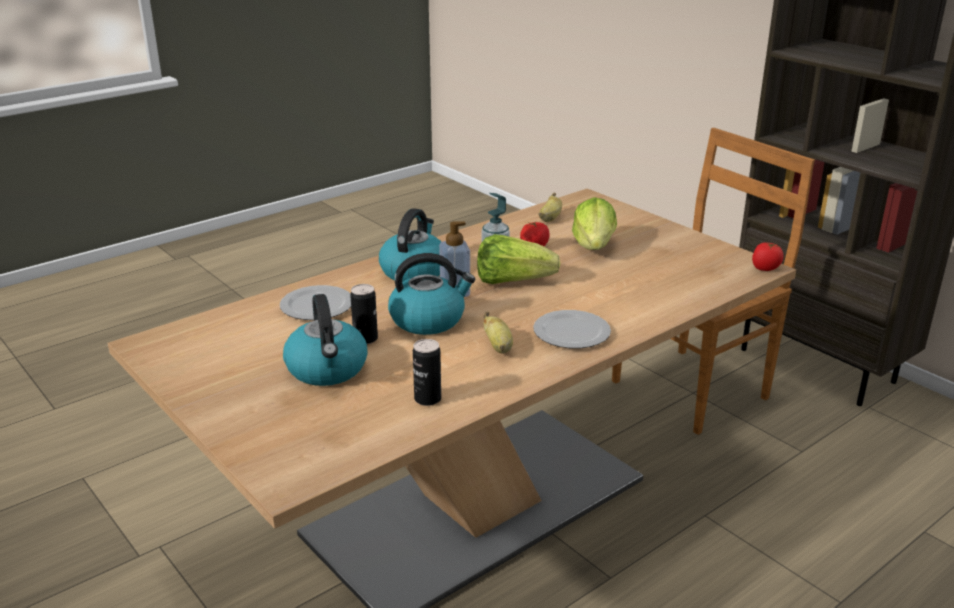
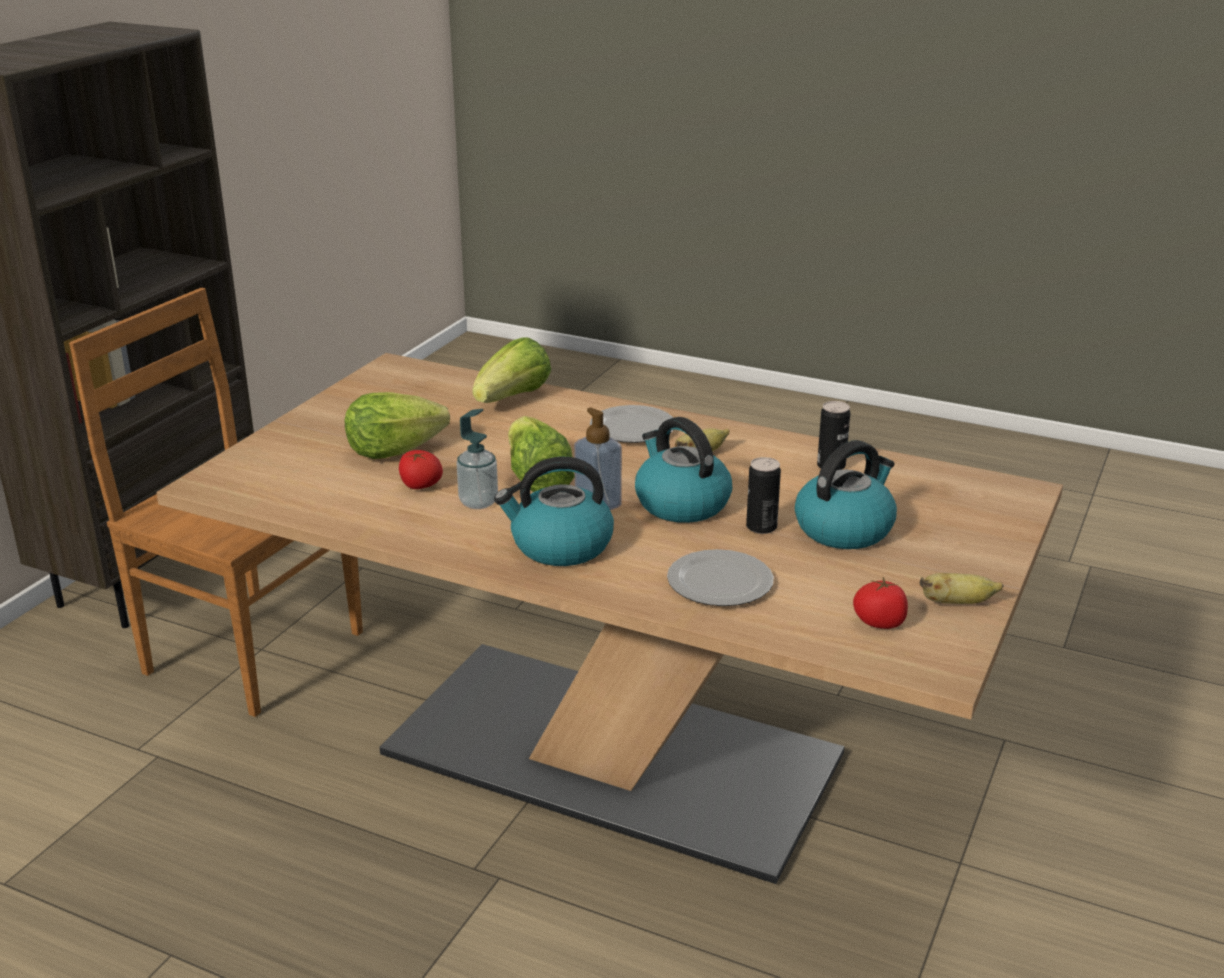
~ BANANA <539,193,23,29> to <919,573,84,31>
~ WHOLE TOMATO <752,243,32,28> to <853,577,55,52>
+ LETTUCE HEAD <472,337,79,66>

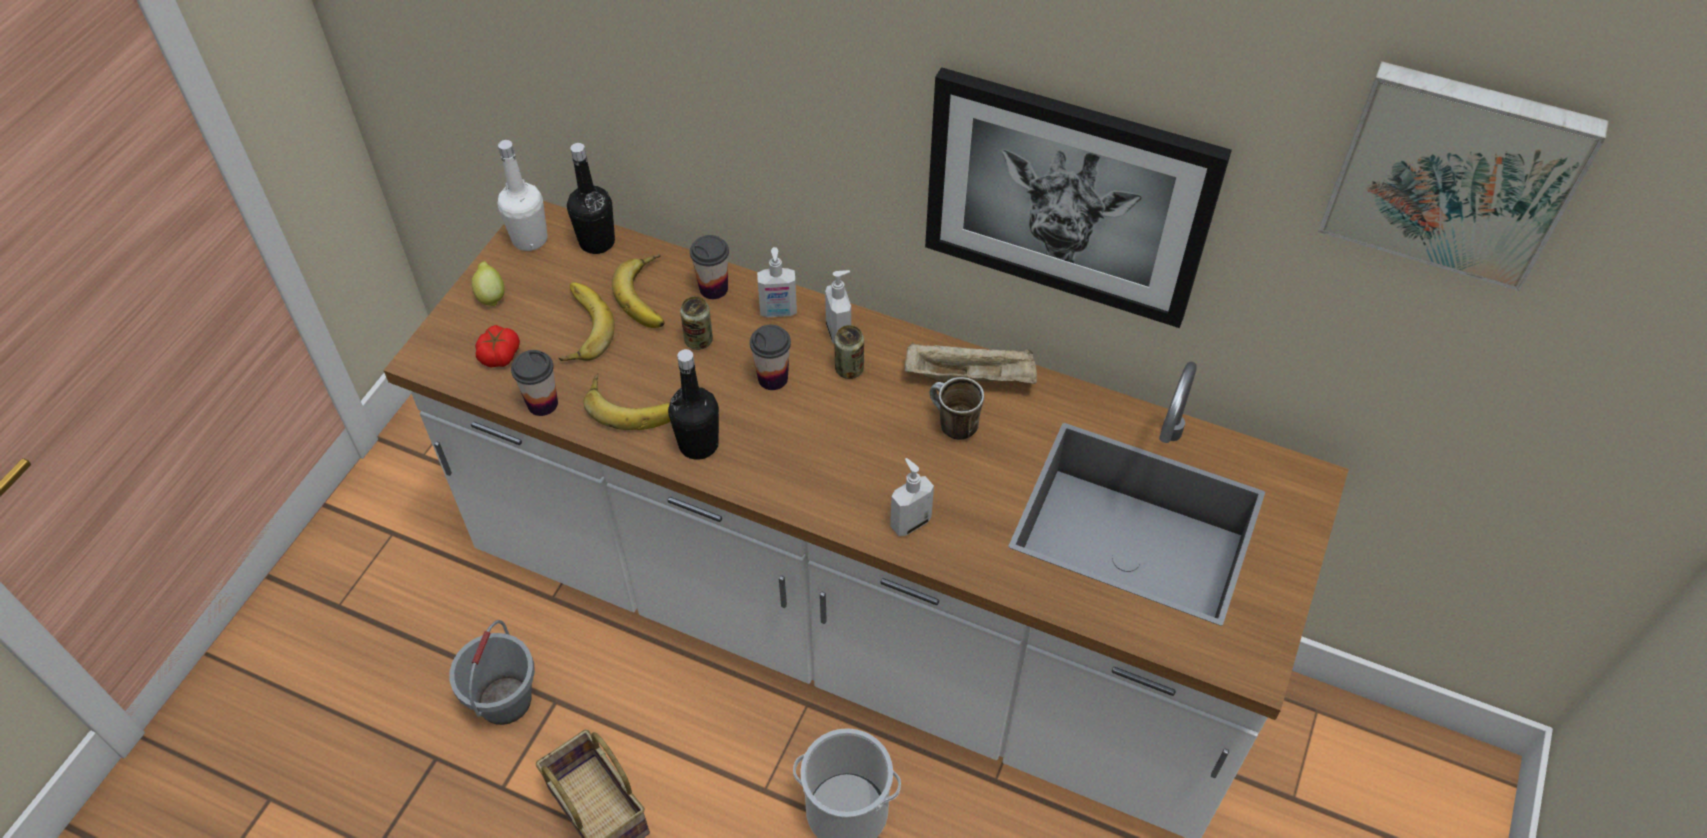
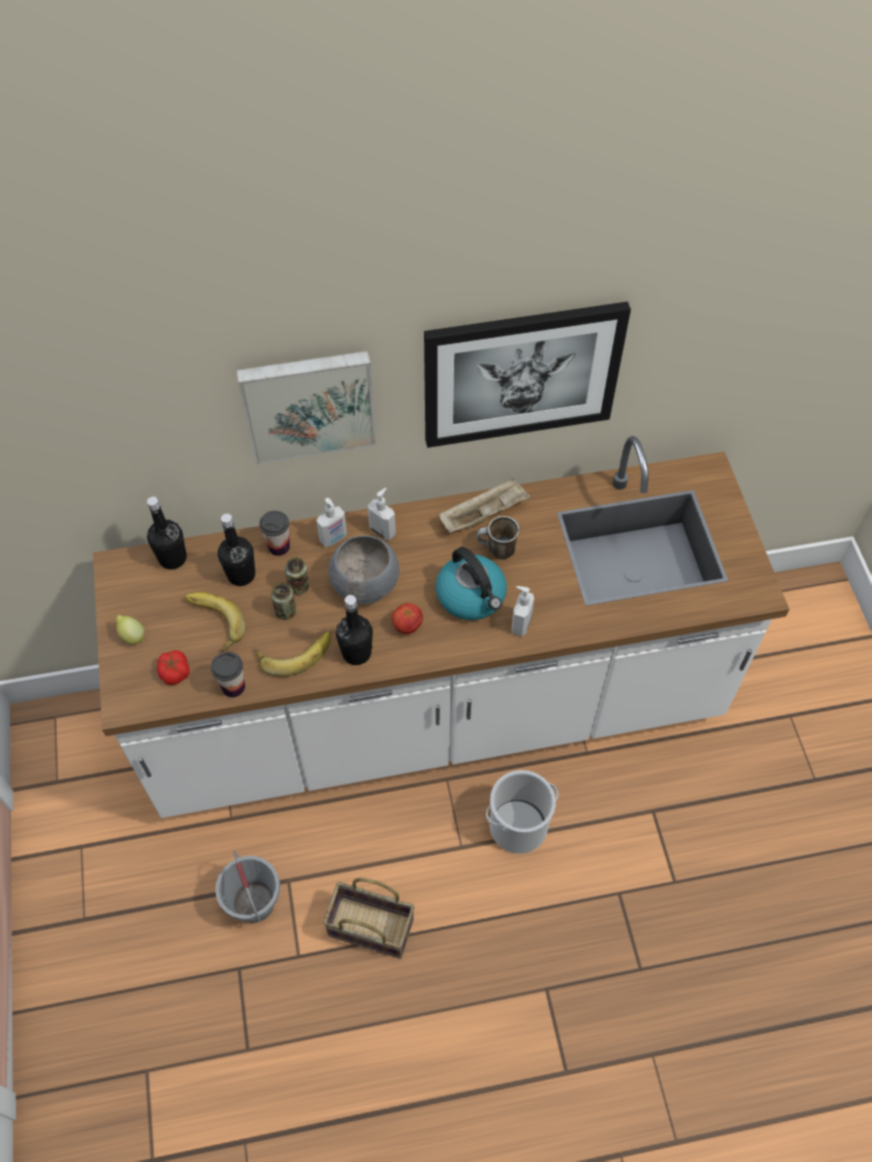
- WHITE-COLOURED BOTTLE <498,140,50,111>
~ BANANA <612,254,53,74> to BLACKISH BOTTLE <218,514,37,72>
~ SMALL CUP <750,325,41,65> to GRAY BOWL <329,536,70,68>
~ SEALED CAN <834,325,30,54> to <271,583,25,37>
~ PICTURE <1318,61,291,230> to <236,351,140,113>
+ WHOLE TOMATO <391,603,32,31>
+ TEA KETTLE <436,547,71,73>

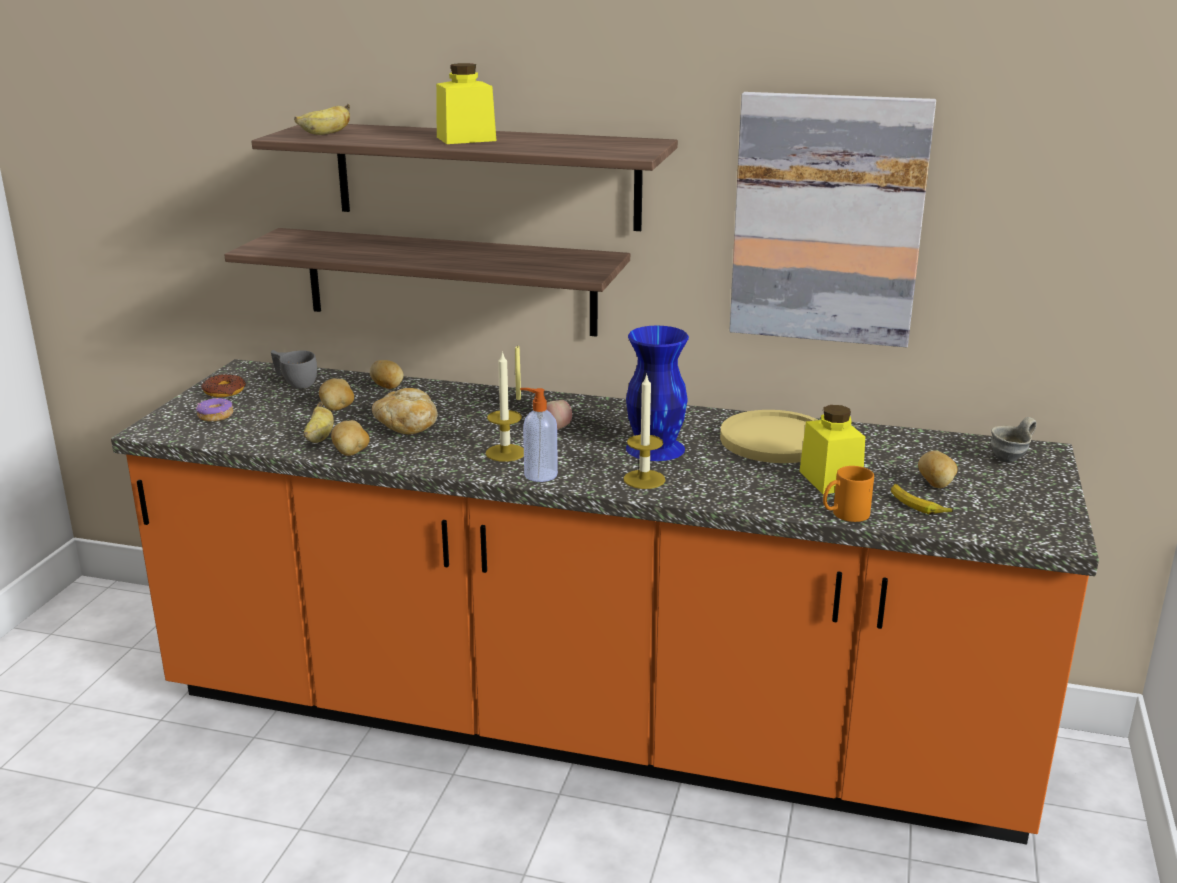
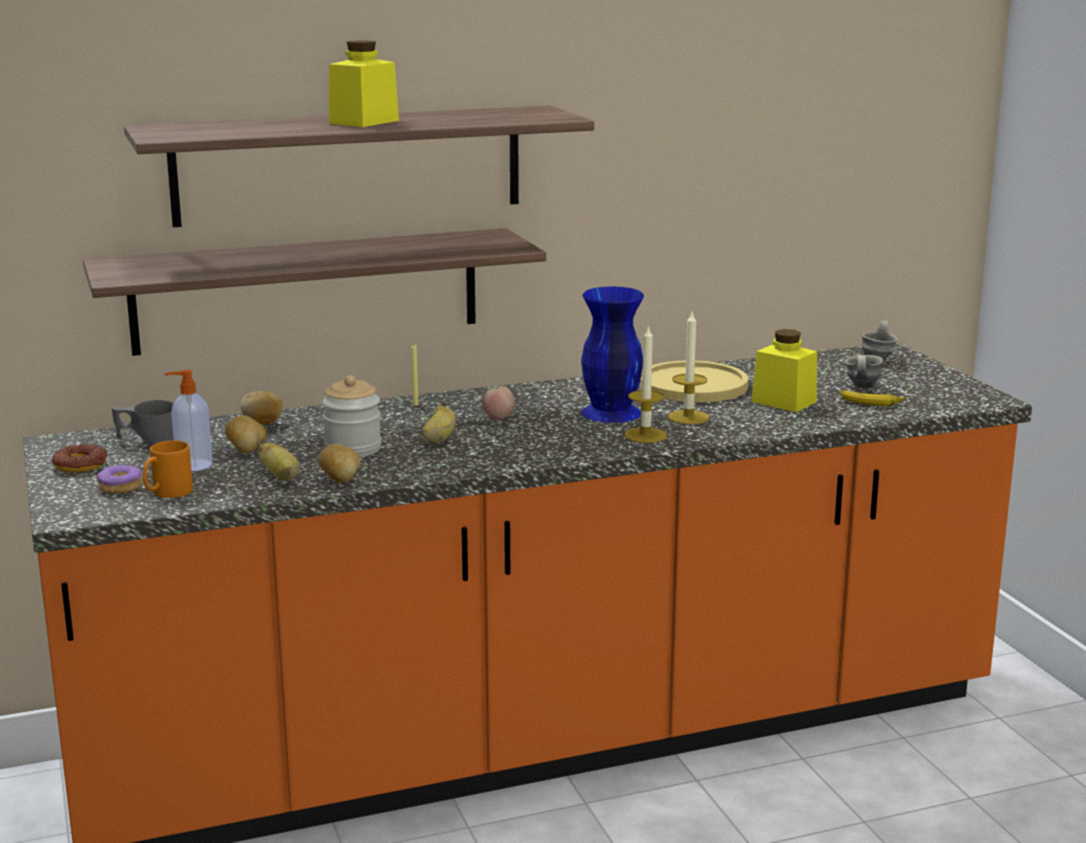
~ BANANA <294,104,56,31> to <421,402,35,41>
~ BAKED BREAD <372,388,66,46> to STORAGE JAR <322,375,59,82>
~ WAX CANDLE <485,351,39,111> to <668,312,41,112>
~ LIQUID SOAP BOTTLE <520,388,38,94> to <165,370,47,101>
- PICTURE <729,92,207,255>
~ ORANGE COFFEE MUG <823,466,51,56> to <143,440,50,58>
~ SPUD <918,450,40,38> to GRAY COFFEE MUG <845,355,38,33>

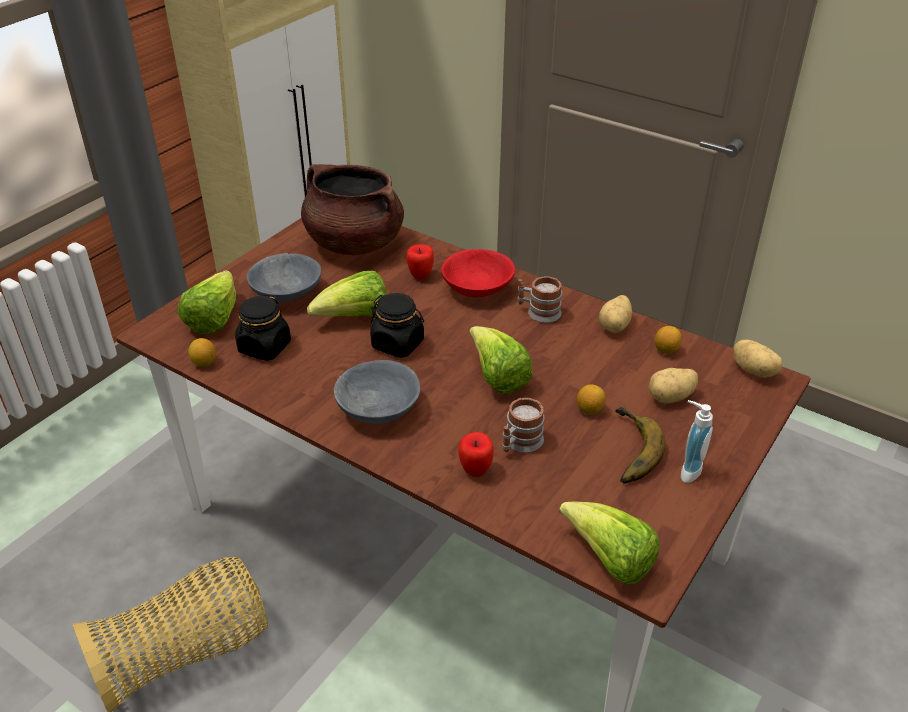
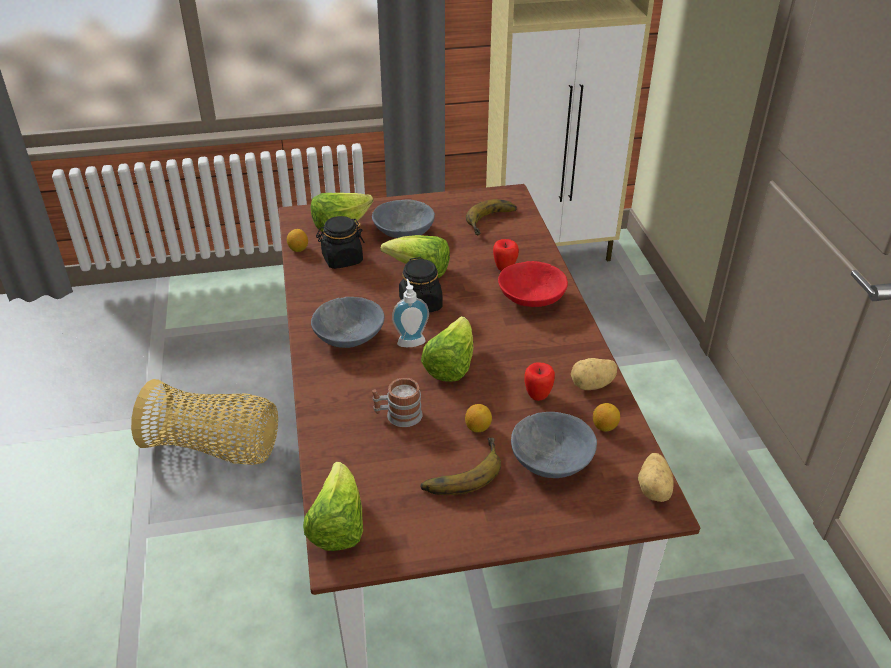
~ BROWN SAUCEPOT <301,164,103,91> to BANANA <466,199,51,36>
~ WHOLE APPLE <459,432,35,45> to <524,362,31,39>
- COFFEE MUG <517,276,45,47>
~ SPUD <649,368,49,35> to GRAY BOWL <511,412,86,66>
~ LIQUID SOAP BOTTLE <681,400,32,83> to <392,279,37,68>

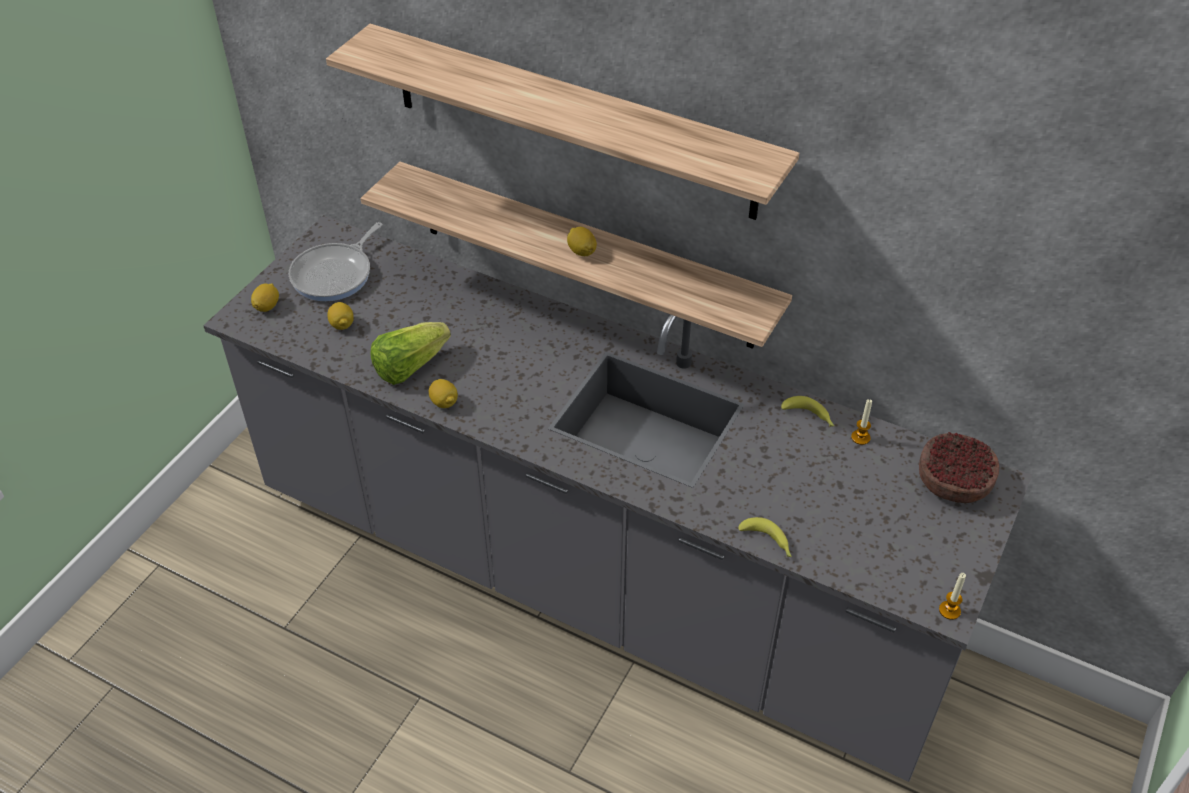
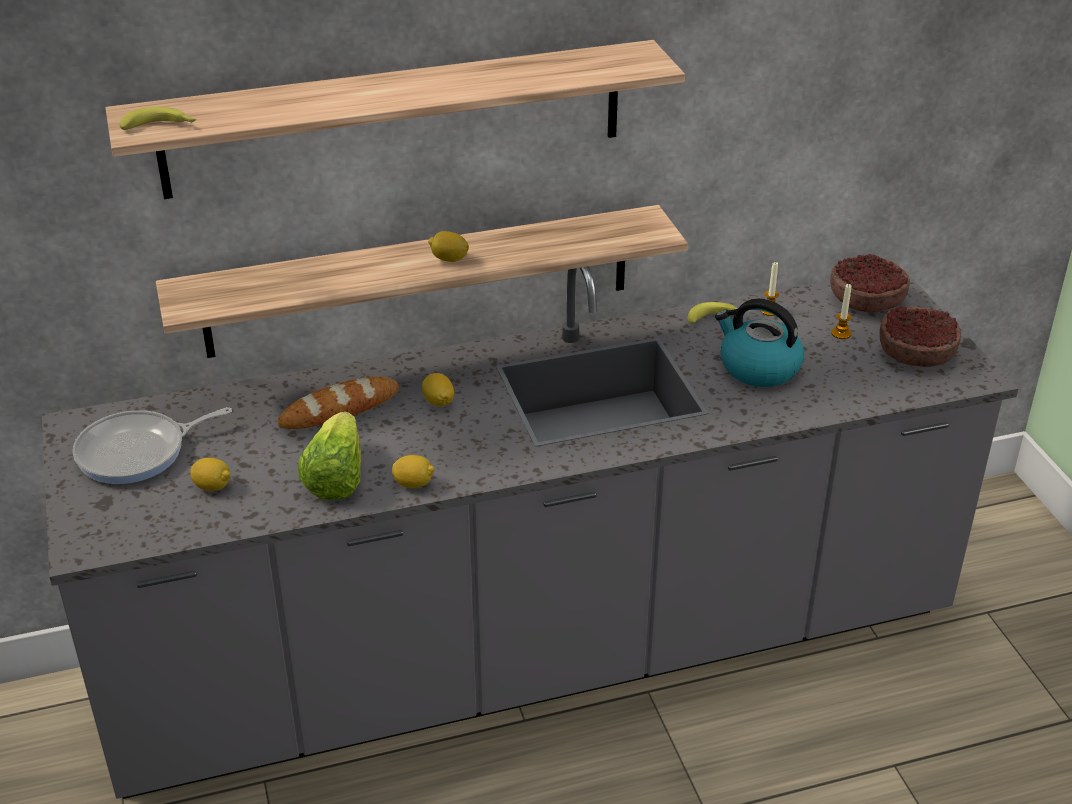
~ CITRUS FRUIT <251,283,28,29> to <422,373,32,34>
~ FRYING PAN <289,222,93,79> = <73,407,159,77> 75 degrees clockwise
~ BANANA <738,517,54,40> to <120,107,76,23>
~ WAX CANDLE <939,573,27,47> to <831,284,21,55>
+ BAKED BREAD <278,377,121,52>
+ TEA KETTLE <715,299,89,88>
+ BOWL <880,306,81,61>

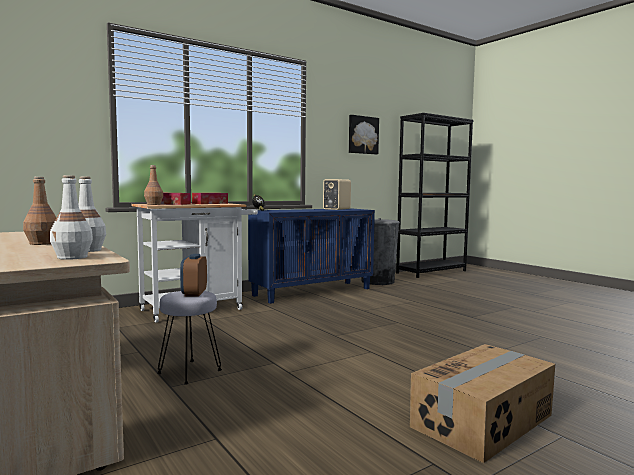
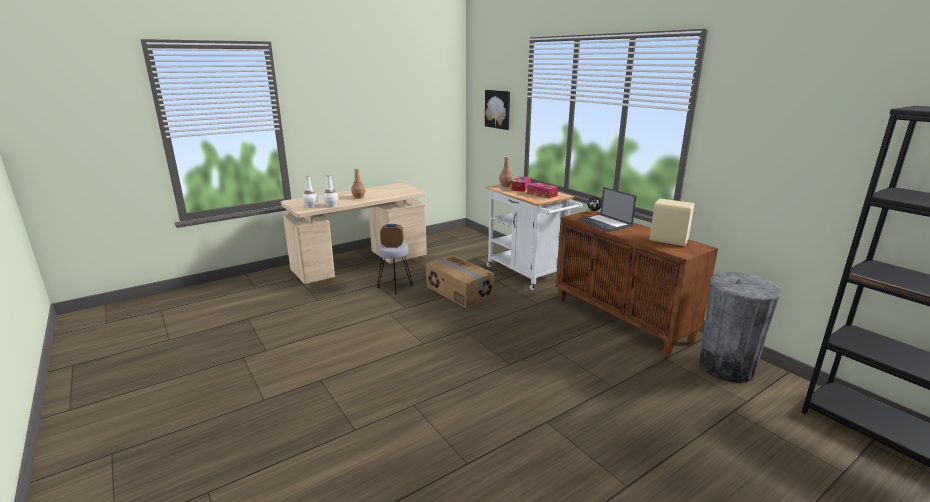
~ BLUE CUPBOARD <248,208,127,96> to BROWN CUPBOARD <556,211,162,146>
~ PICTURE <349,115,30,39> to <485,90,25,40>
~ CARTON <410,344,145,119> to <426,255,68,53>
+ NOTEBOOK COMPUTER <578,187,58,45>

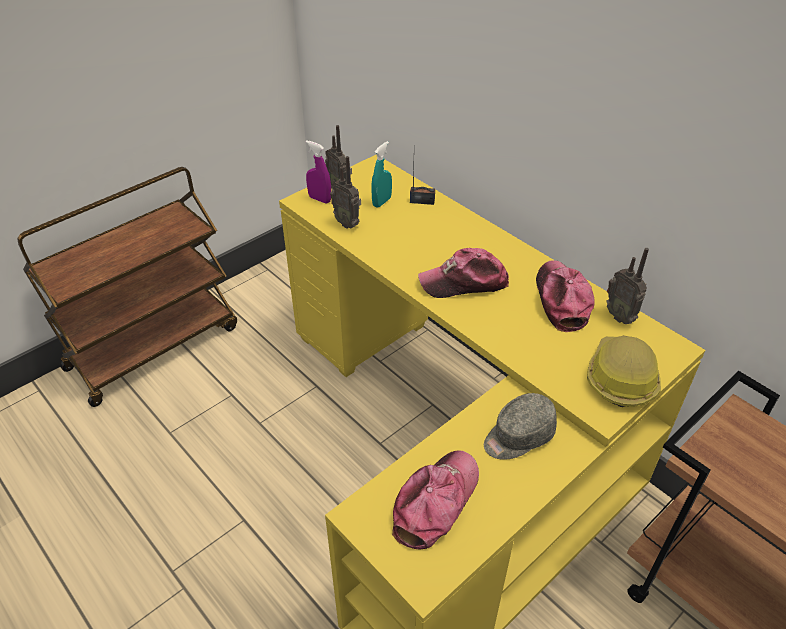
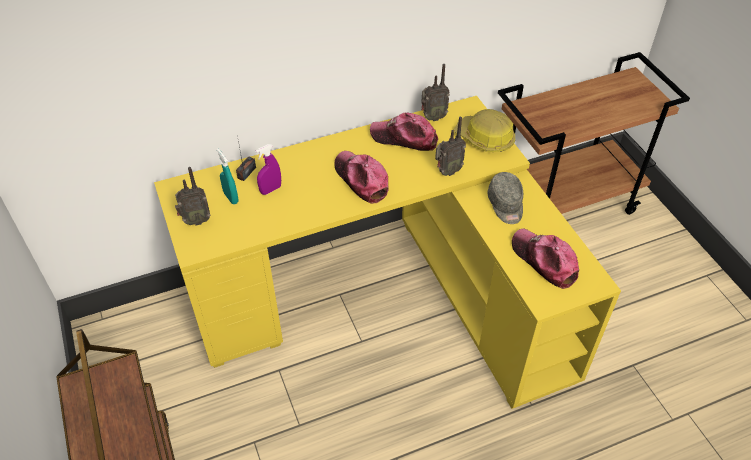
~ PURPLE HAND SPRAYER <306,140,25,64> to <255,144,26,51>
~ RADIO <330,156,31,73> to <435,117,31,59>
~ PEAKED CAP <418,248,91,50> = <335,151,54,53> 135 degrees clockwise

